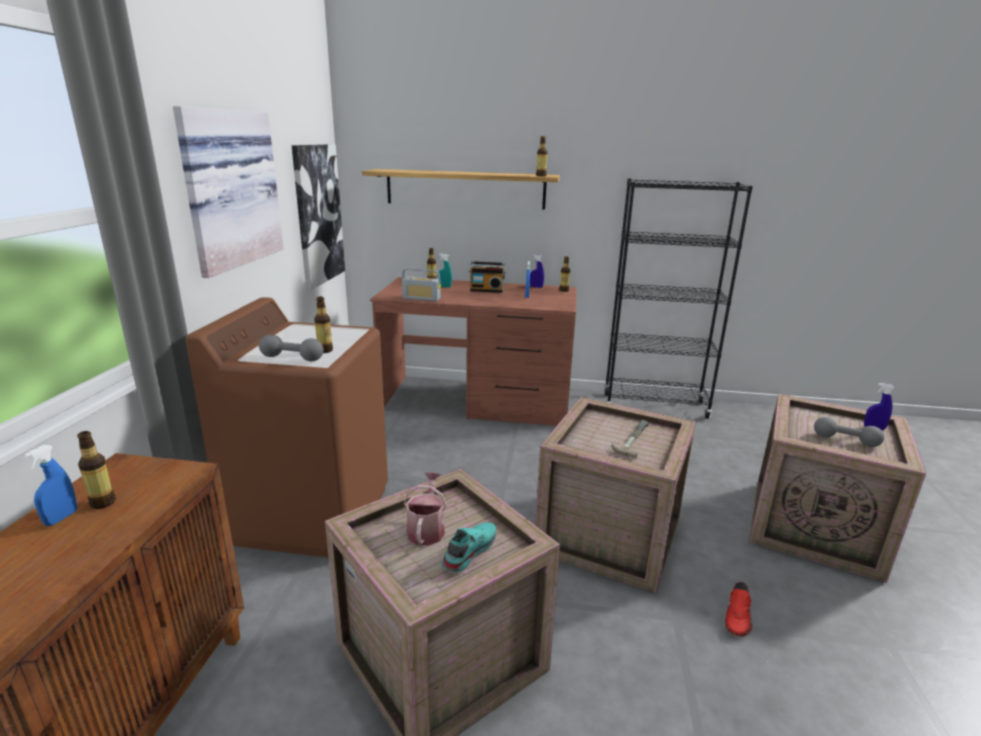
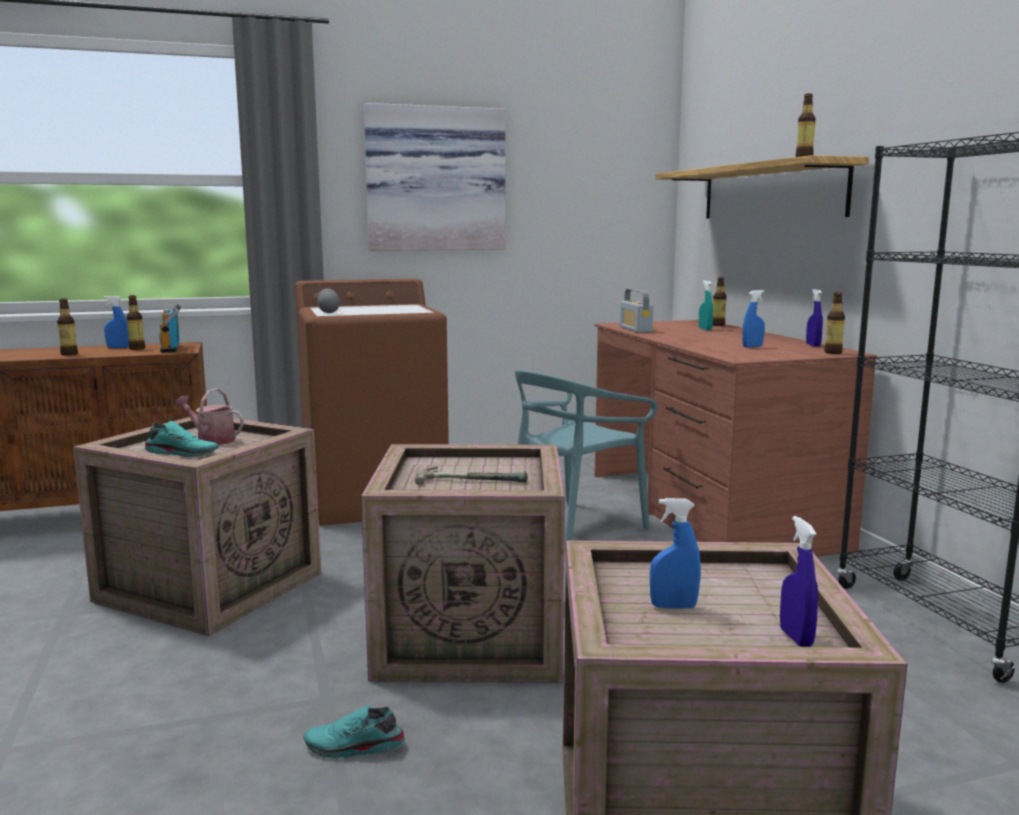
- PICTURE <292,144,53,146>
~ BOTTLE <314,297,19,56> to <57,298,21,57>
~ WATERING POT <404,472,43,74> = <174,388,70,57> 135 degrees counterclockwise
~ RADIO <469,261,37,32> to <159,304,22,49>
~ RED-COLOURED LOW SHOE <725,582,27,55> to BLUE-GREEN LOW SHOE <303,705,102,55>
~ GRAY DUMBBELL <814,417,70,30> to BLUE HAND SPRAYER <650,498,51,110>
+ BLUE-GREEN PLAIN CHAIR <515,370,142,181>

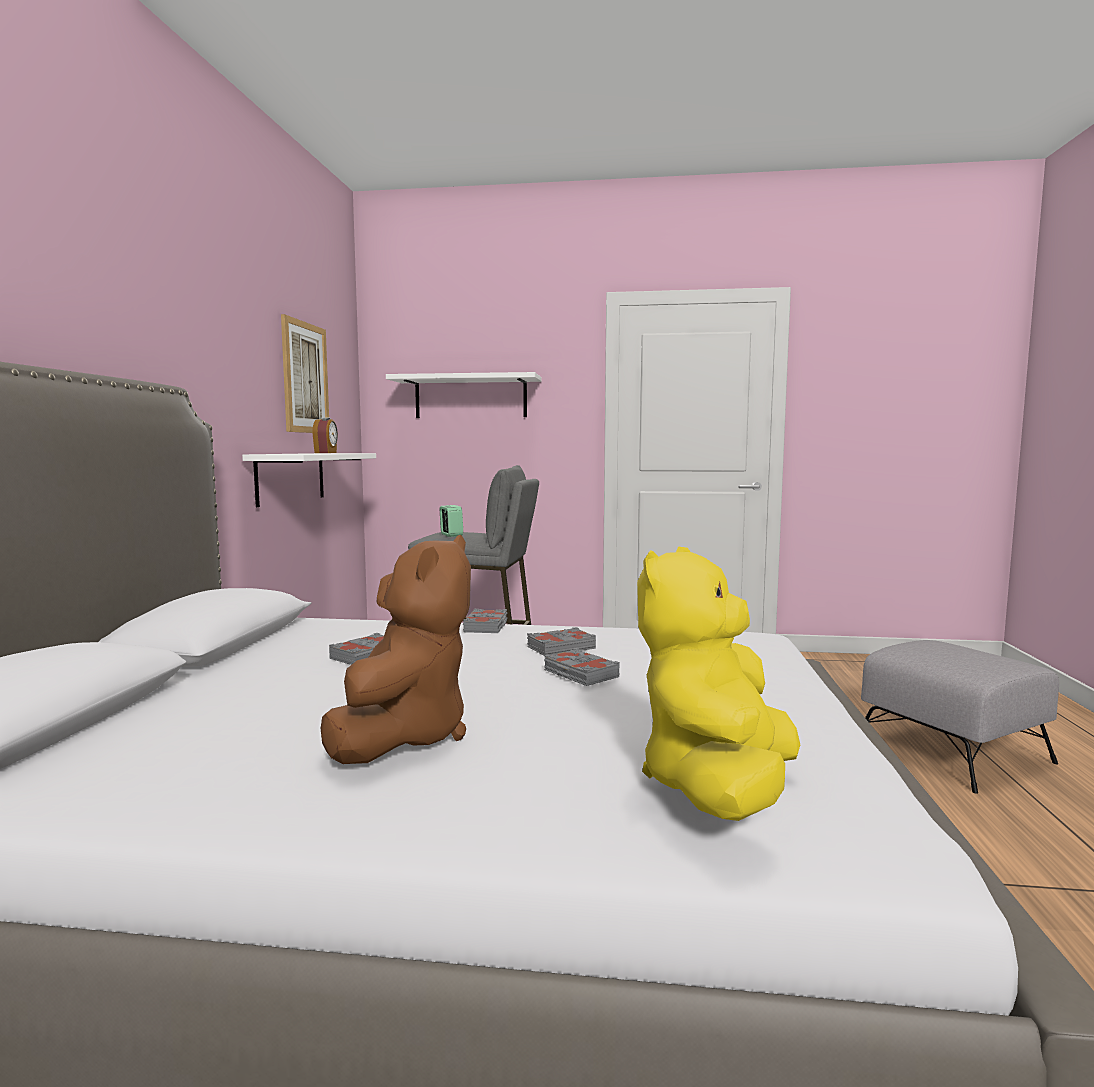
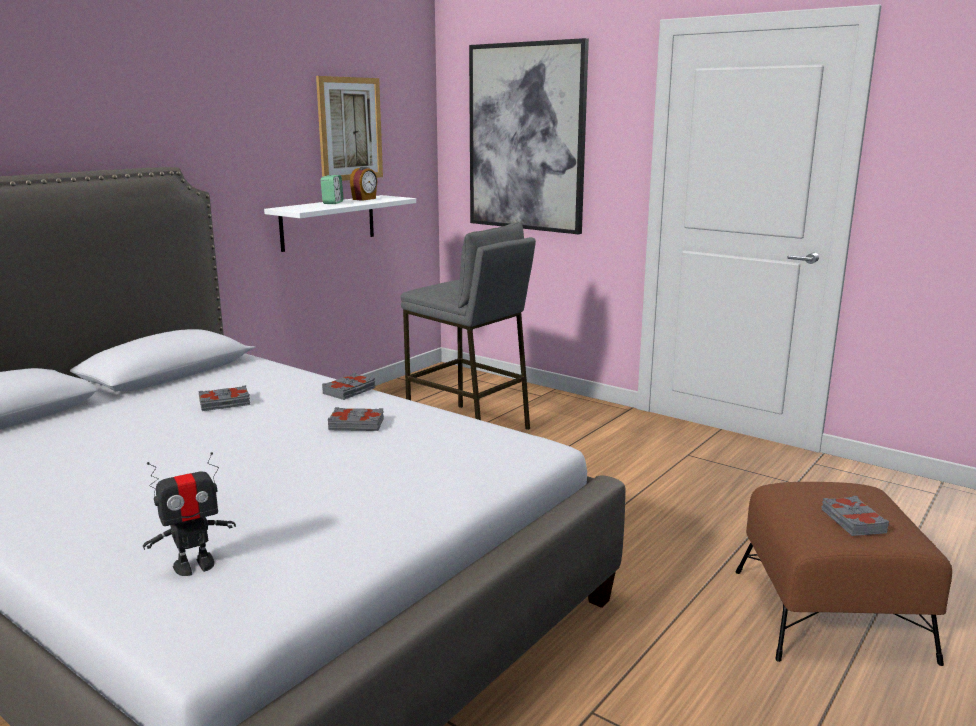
- BROWN SOFT TOY <321,535,150,229>
~ WHITE-COLOURED SHELF <386,372,156,46> to PICTURE <469,38,120,196>
~ ALARM CLOCK <440,505,23,32> to <321,175,22,29>
~ GRAY BOOK <544,648,76,38> to <822,496,67,40>
~ YELLOW SOFT TOY <637,546,163,275> to TOY ROBOT <143,452,93,124>
~ GRAY POUFFE <861,640,198,154> to BROWN POUFFE <736,482,216,184>

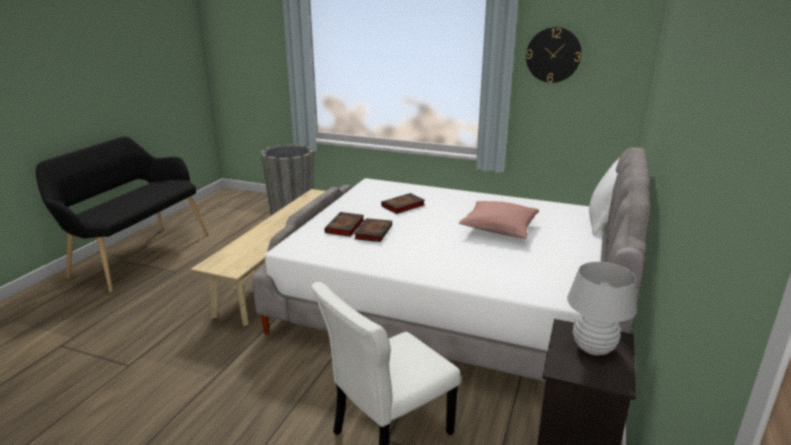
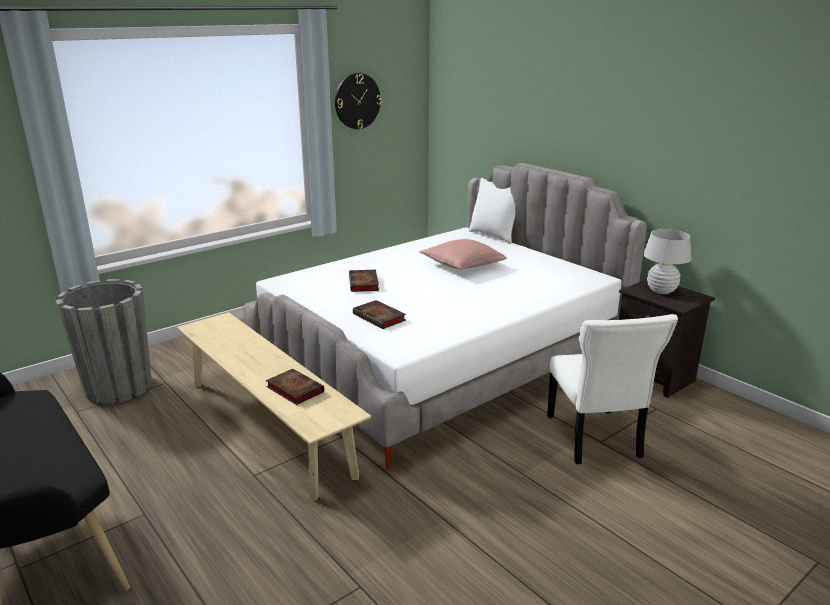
~ BOOK <354,218,38,24> to <266,369,58,36>

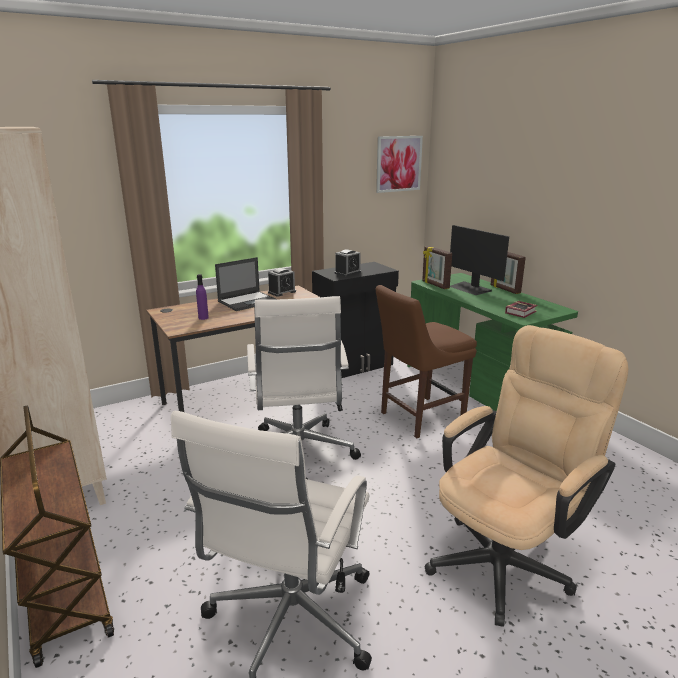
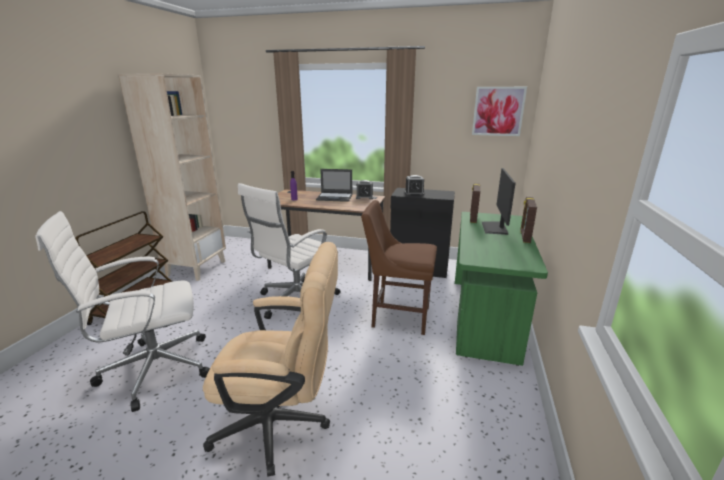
- BOOK <505,301,32,17>

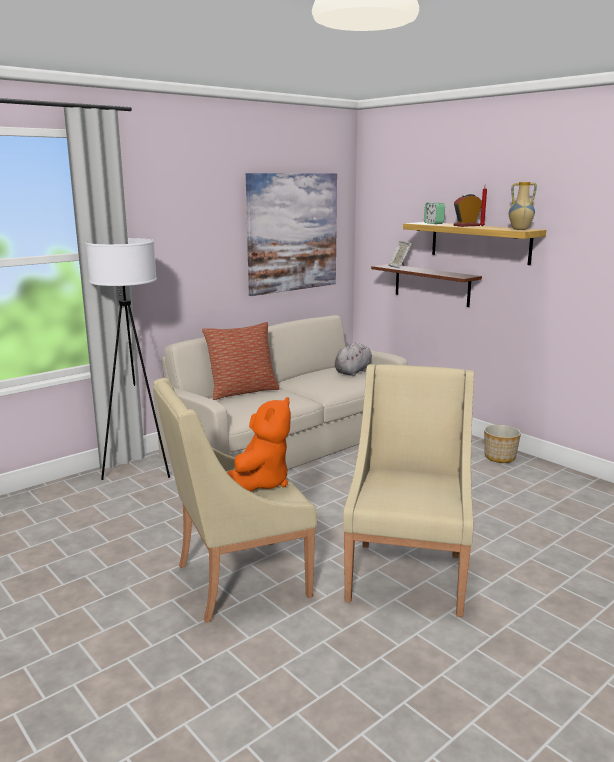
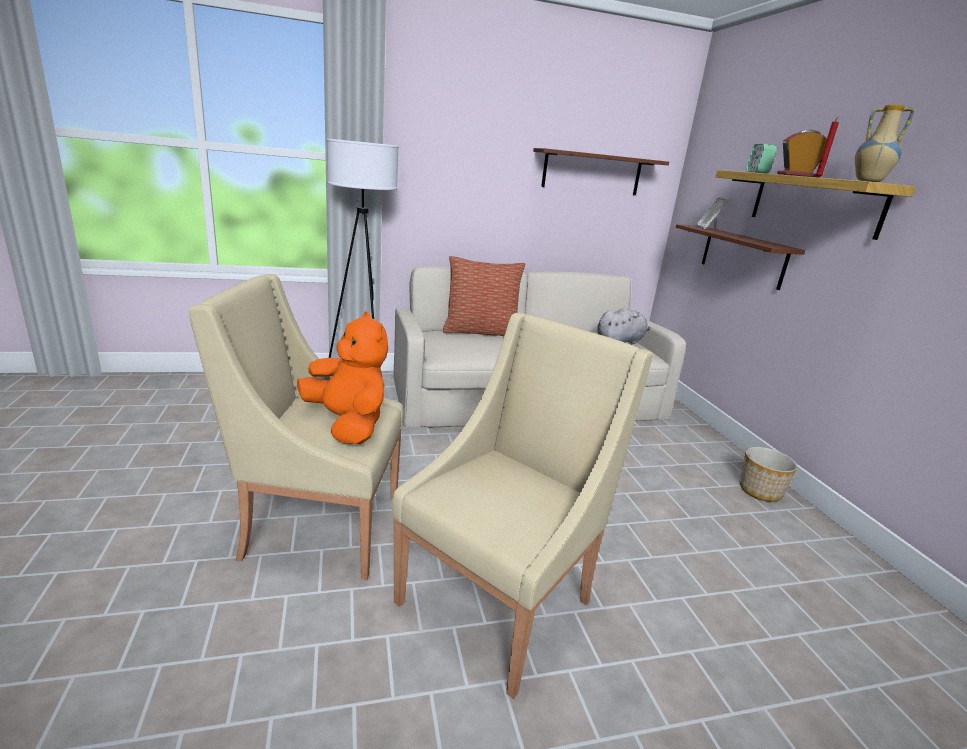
~ ORANGE SOFT TOY <227,397,64,95> = <297,311,91,133> 90 degrees counterclockwise
~ PICTURE <246,173,91,123> to BROWN SHELF <533,148,136,47>

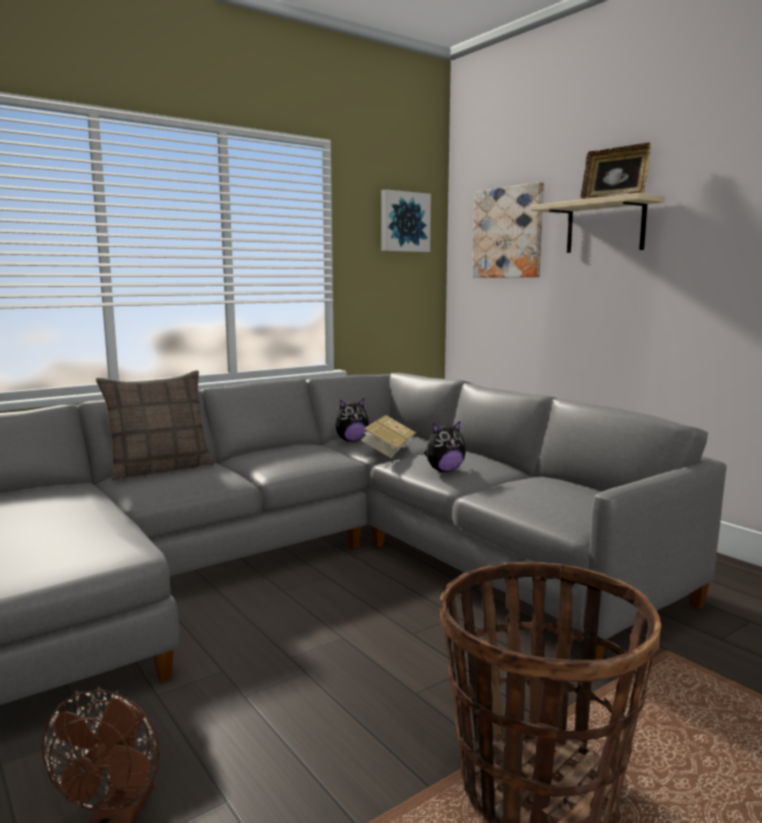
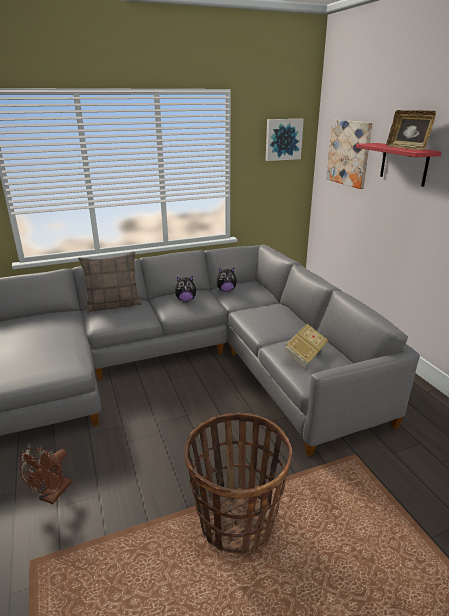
~ BOOK <361,415,55,43> to <284,324,45,43>
~ SOFT TOY <424,421,42,51> to <175,276,22,26>
~ SAND-COLOURED SHELF <531,193,134,60> to RED-COLOURED SHELF <356,143,85,44>

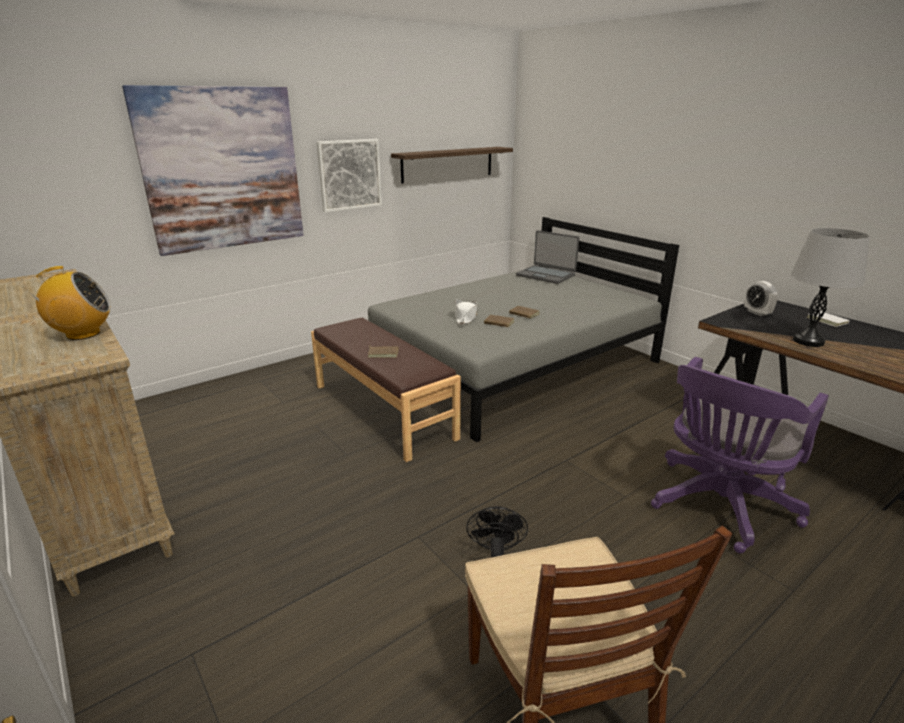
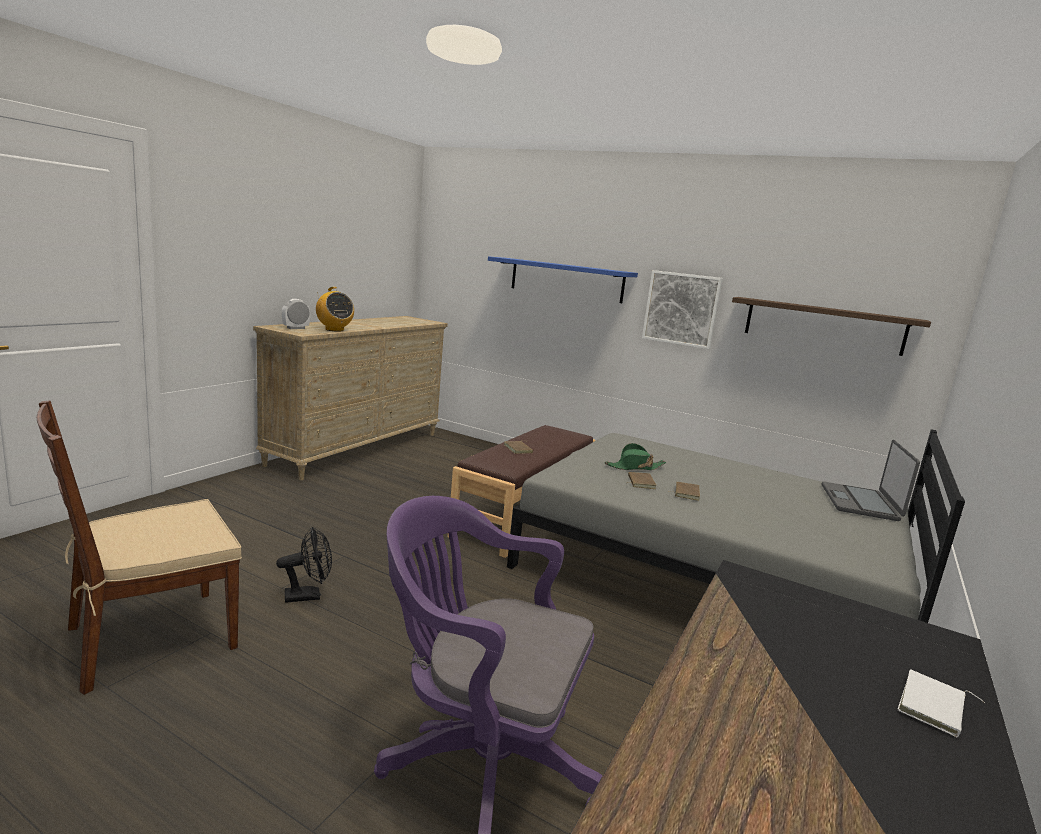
~ PICTURE <122,85,182,171> to BLUE SHELF <488,256,150,47>
~ WHITE-COLOURED CLOTHING HAT <455,299,22,26> to GREEN CLOTHING HAT <605,443,61,27>
~ ALARM CLOCK <744,281,34,35> to <282,299,28,30>
- GRAY LAMP FOR A TABLE <791,228,79,119>

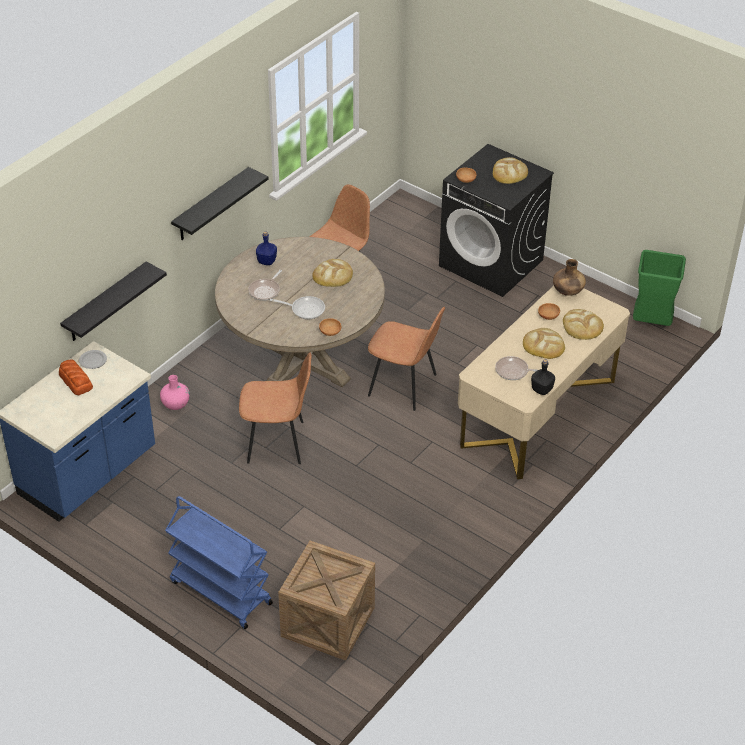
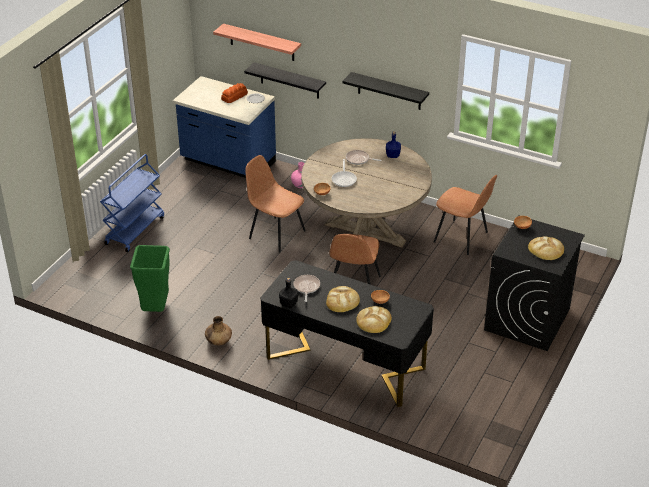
~ BROWN PLAIN CHAIR <239,352,73,112> = <245,155,61,98> 135 degrees clockwise
- CRATE <278,541,97,120>
- BAKED BREAD <312,259,41,28>
~ SAND-COLOURED DESK TABLE <458,286,172,193> to BLACKISH DESK TABLE <260,260,174,147>
~ BROWN VASE <553,259,33,37> to <205,316,27,30>
~ GREEN TRASH CAN <633,250,53,76> to <130,245,40,67>
+ SHELF <213,24,88,37>

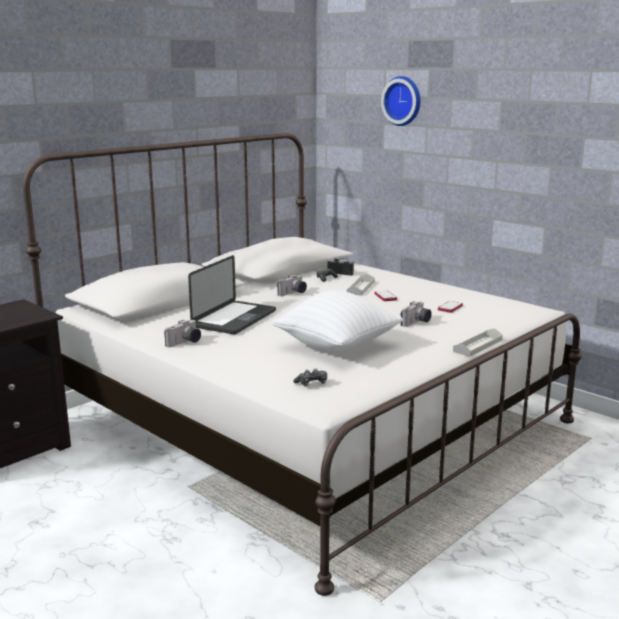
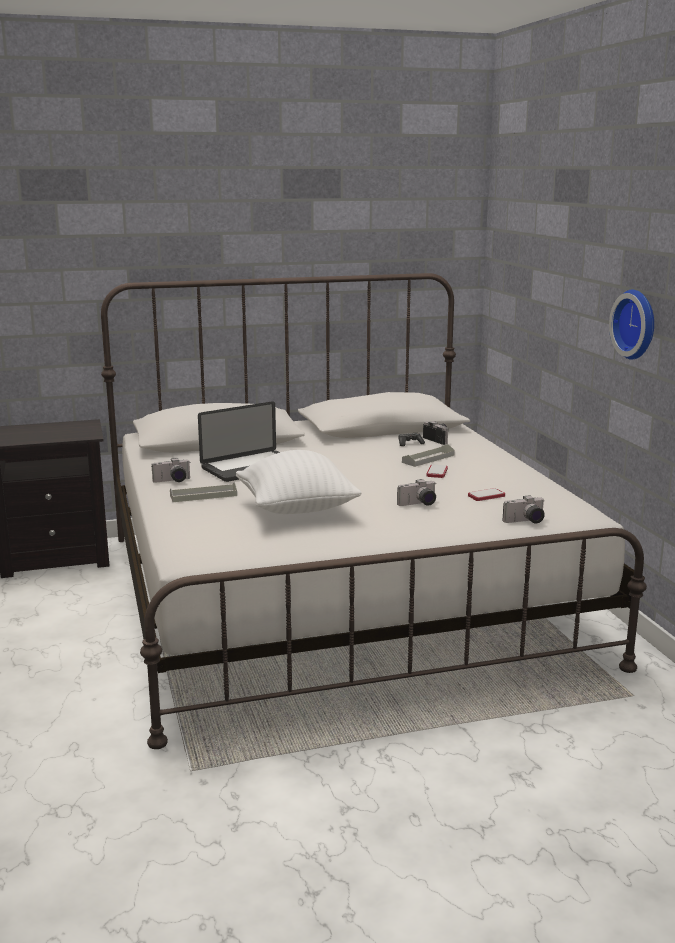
~ STILL CAMERA <277,275,30,21> to <502,495,43,29>
- GAMEPAD <293,369,34,17>
~ WALL CLOCK <381,76,39,50> to <609,290,45,70>
~ GRAY CARRYING TRAY <453,328,49,29> to <170,482,67,20>

